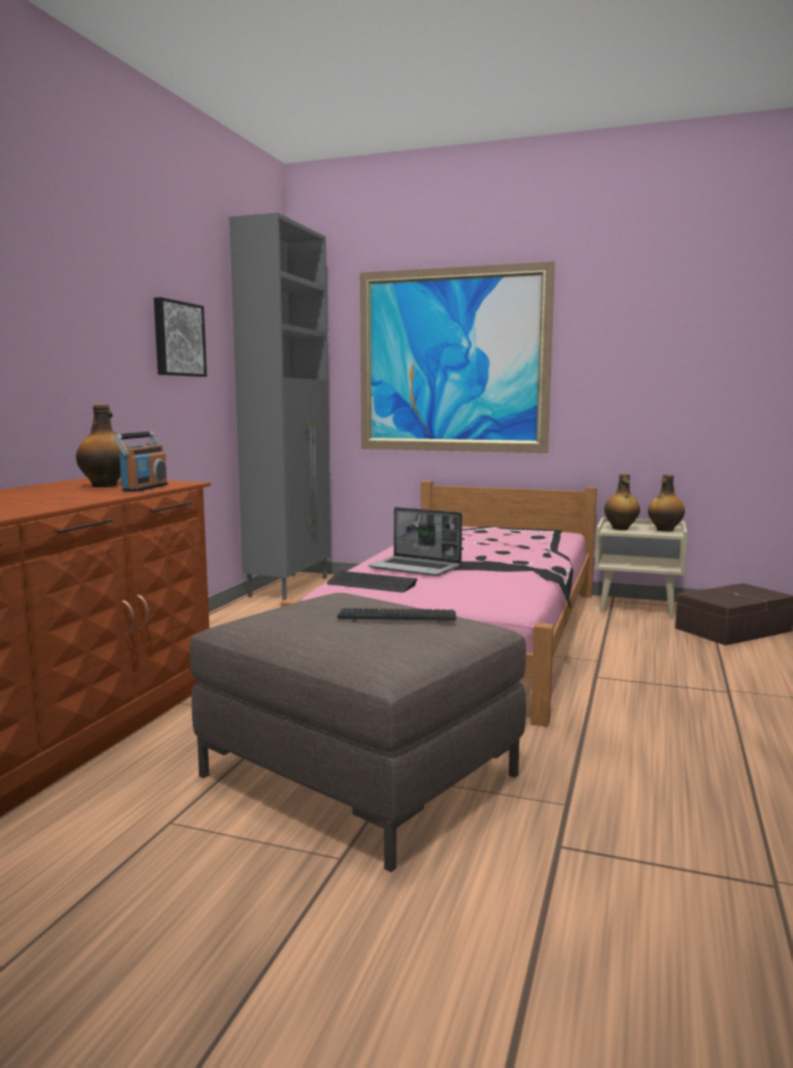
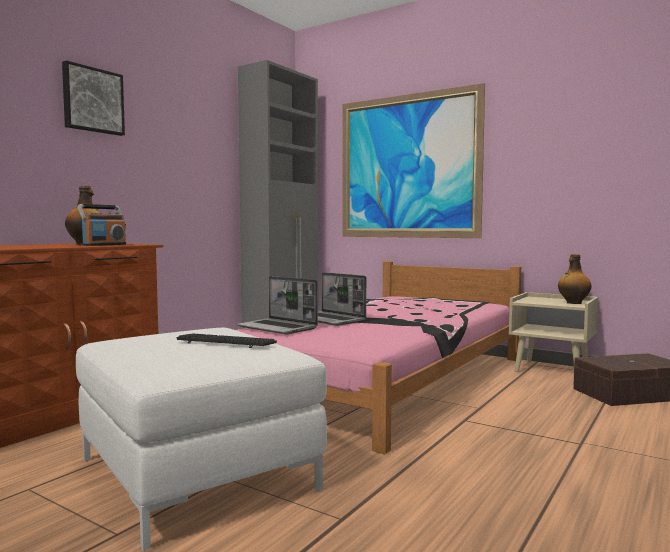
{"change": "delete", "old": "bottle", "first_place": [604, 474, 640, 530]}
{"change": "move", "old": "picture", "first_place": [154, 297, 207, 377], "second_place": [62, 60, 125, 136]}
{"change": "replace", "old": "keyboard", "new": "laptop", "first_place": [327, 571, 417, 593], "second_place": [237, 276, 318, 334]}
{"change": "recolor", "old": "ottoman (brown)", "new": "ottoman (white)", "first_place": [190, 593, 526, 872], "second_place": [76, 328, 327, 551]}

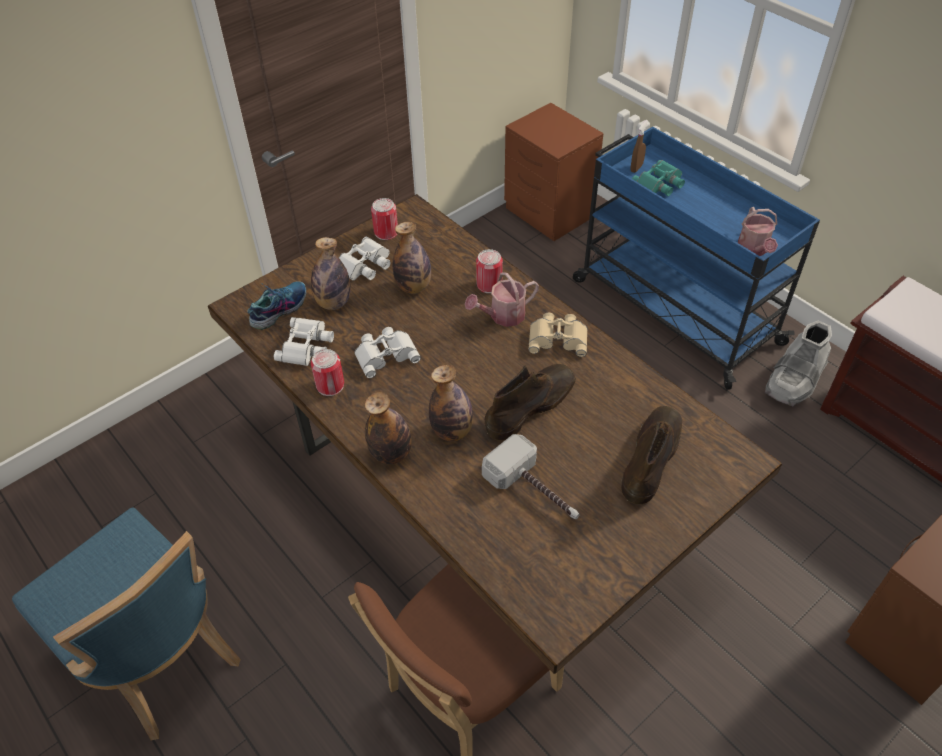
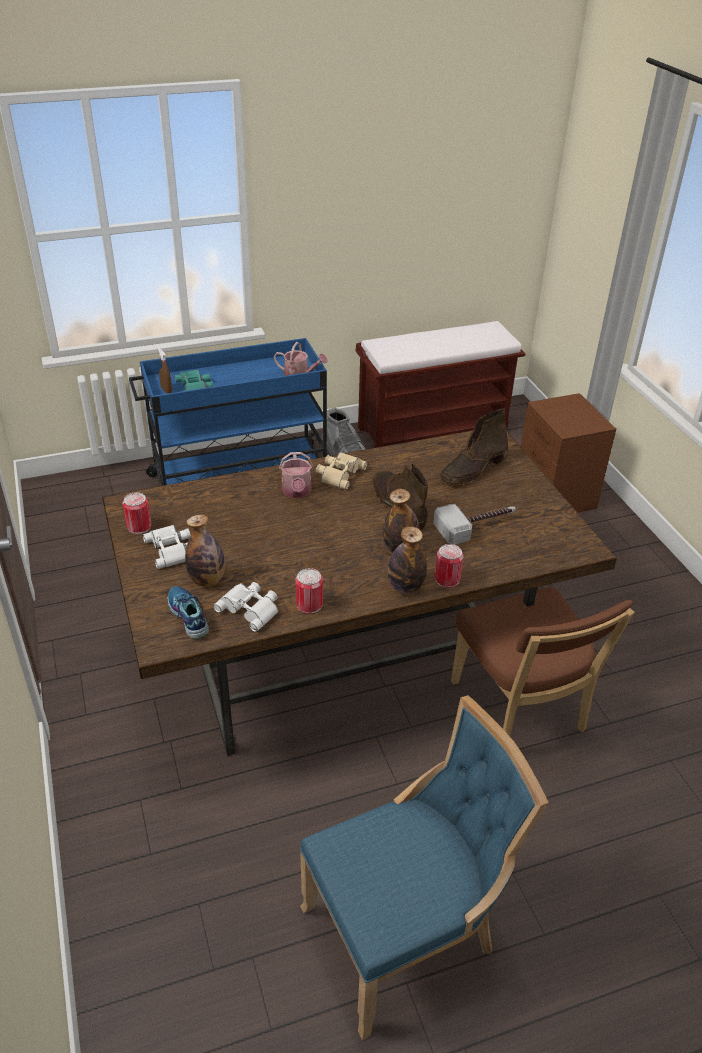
{"change": "delete", "old": "binoculars (white)", "first_place": [354, 327, 421, 378]}
{"change": "delete", "old": "bottle", "first_place": [393, 222, 431, 294]}
{"change": "delete", "old": "nightstand (brown)", "first_place": [504, 103, 604, 241]}
{"change": "move", "old": "can", "first_place": [476, 249, 503, 293], "second_place": [435, 544, 464, 588]}
{"change": "rotate", "old": "boot (brown)", "first_place": [621, 406, 682, 504], "second_place": [440, 408, 508, 485], "degrees": -90}

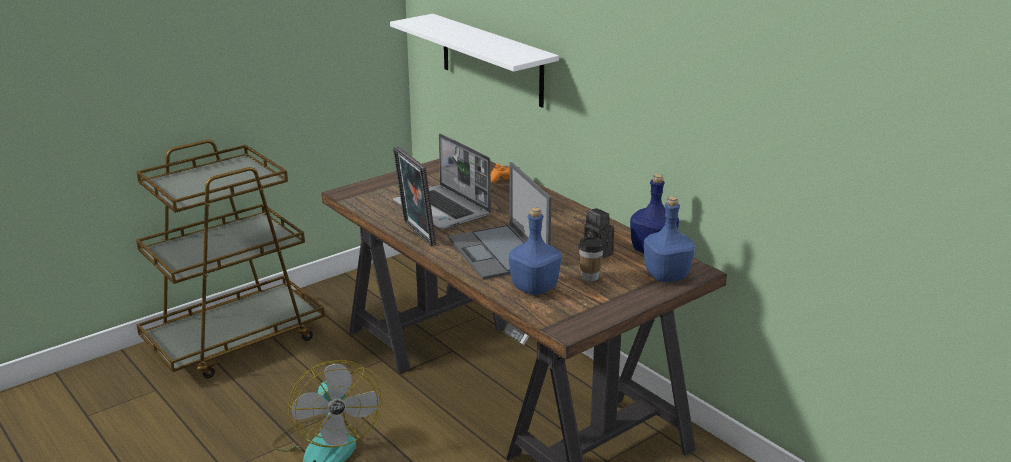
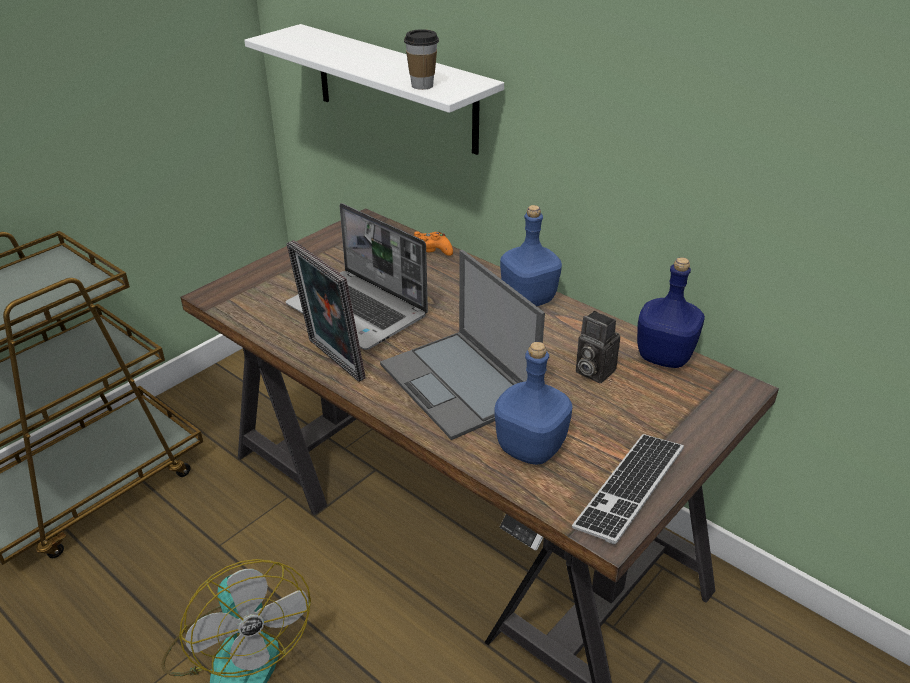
{"change": "insert", "new": "keyboard", "second_place": [572, 434, 684, 545]}
{"change": "move", "old": "cup", "first_place": [578, 237, 605, 282], "second_place": [404, 29, 439, 90]}
{"change": "move", "old": "bottle (blue)", "first_place": [644, 196, 695, 282], "second_place": [500, 205, 562, 306]}

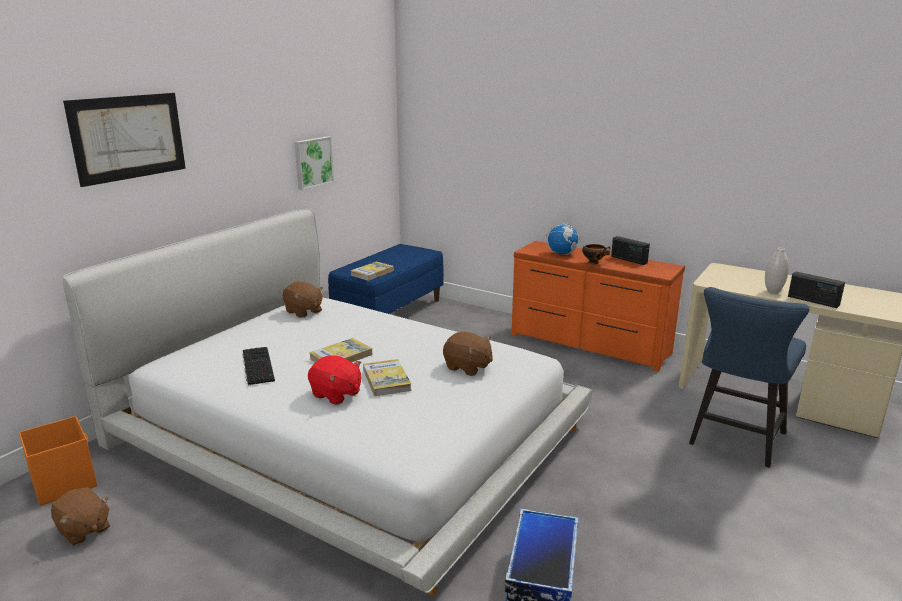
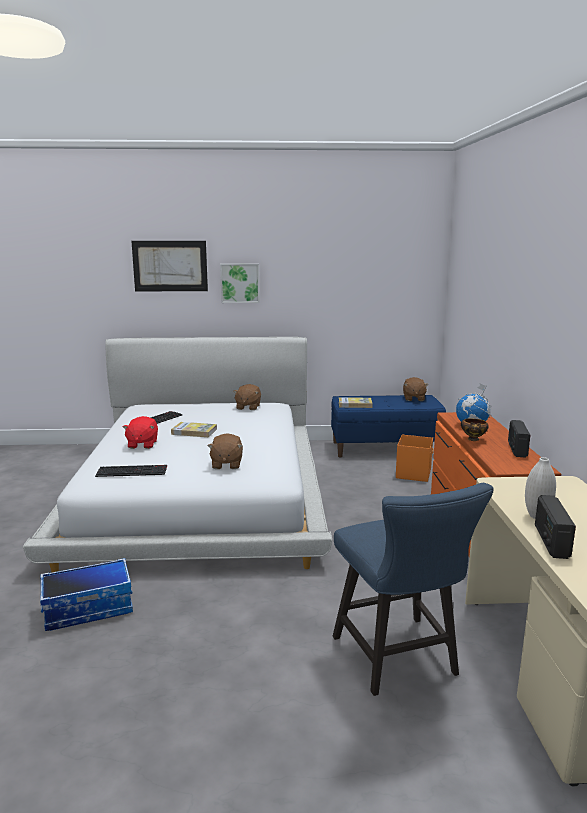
{"change": "delete", "old": "book", "first_place": [363, 359, 412, 396]}
{"change": "insert", "new": "keyboard", "second_place": [95, 465, 167, 477]}
{"change": "move", "old": "storage box (orange)", "first_place": [19, 416, 97, 506], "second_place": [396, 435, 434, 482]}
{"change": "move", "old": "plush toy (brown)", "first_place": [51, 487, 110, 546], "second_place": [403, 377, 428, 401]}
{"change": "move", "old": "picture", "first_place": [294, 136, 334, 190], "second_place": [220, 264, 260, 303]}
{"change": "rotate", "old": "chair (blue)", "first_place": [689, 287, 809, 468], "second_place": [333, 483, 494, 696], "degrees": -105}

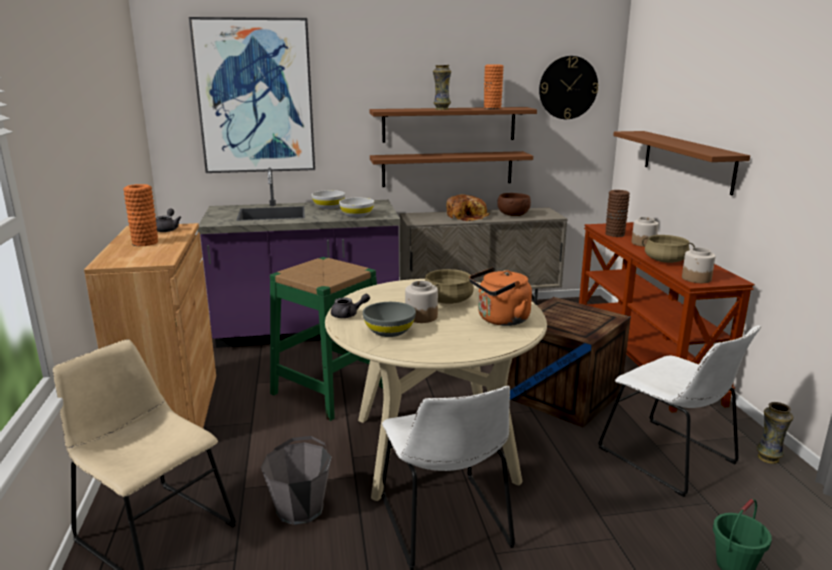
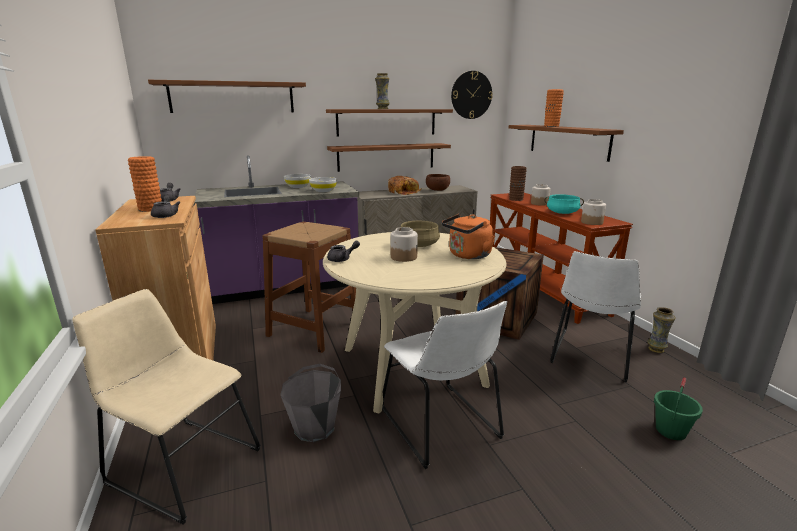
{"change": "delete", "old": "bowl (grey)", "first_place": [363, 302, 416, 337]}
{"change": "insert", "new": "teapot (grey)", "second_place": [151, 195, 181, 218]}
{"change": "move", "old": "vase (orange)", "first_place": [484, 65, 503, 109], "second_place": [544, 89, 564, 127]}
{"change": "replace", "old": "picture", "new": "shelf (brown)", "first_place": [189, 17, 315, 173], "second_place": [148, 80, 306, 113]}
{"change": "recolor", "old": "stool (green)", "new": "stool (brown)", "first_place": [270, 257, 383, 421], "second_place": [262, 222, 356, 353]}
{"change": "recolor", "old": "cooking pot (beige)", "new": "cooking pot (turquoise)", "first_place": [642, 235, 695, 263], "second_place": [544, 194, 584, 214]}
{"change": "rotate", "old": "chair (white)", "first_place": [598, 325, 761, 497], "second_place": [550, 251, 641, 382], "degrees": 75}

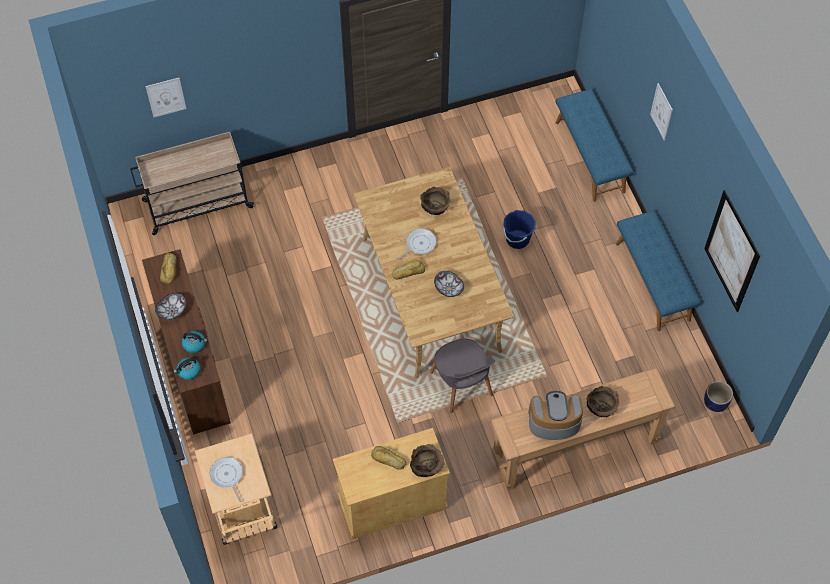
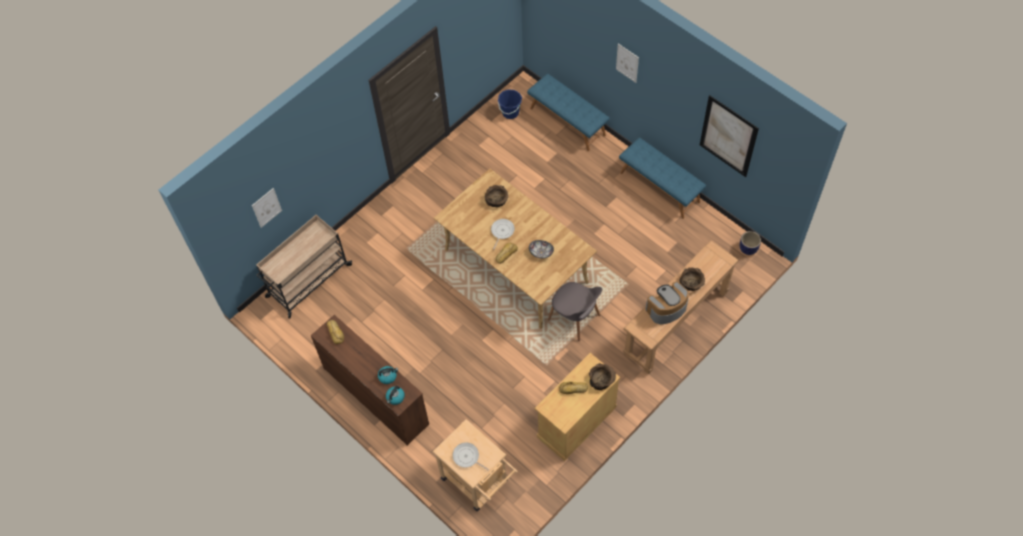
{"change": "delete", "old": "bowl", "first_place": [155, 293, 186, 320]}
{"change": "move", "old": "bucket (blue)", "first_place": [503, 210, 536, 249], "second_place": [498, 89, 522, 119]}

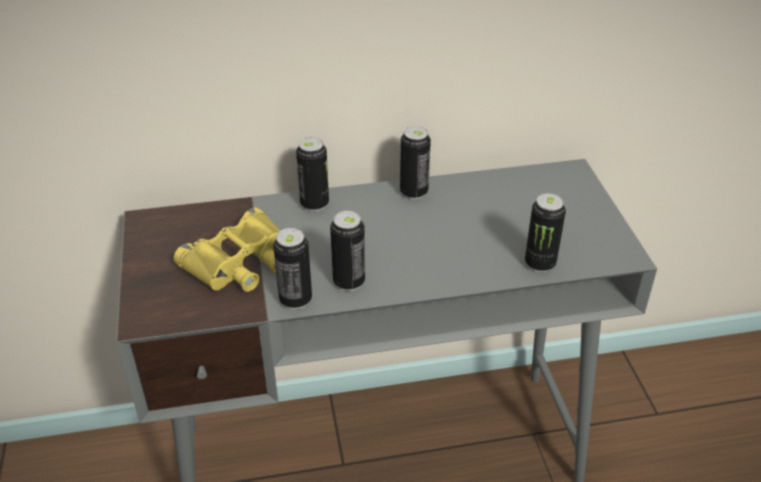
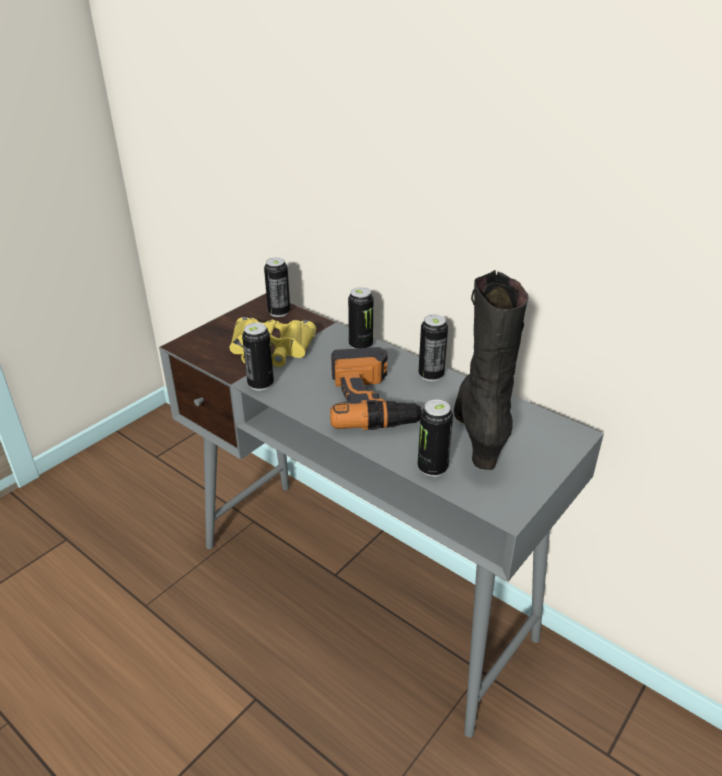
{"change": "insert", "new": "power drill", "second_place": [330, 347, 422, 430]}
{"change": "insert", "new": "boot (black)", "second_place": [454, 270, 528, 470]}
{"change": "move", "old": "can", "first_place": [330, 211, 365, 291], "second_place": [264, 257, 290, 317]}

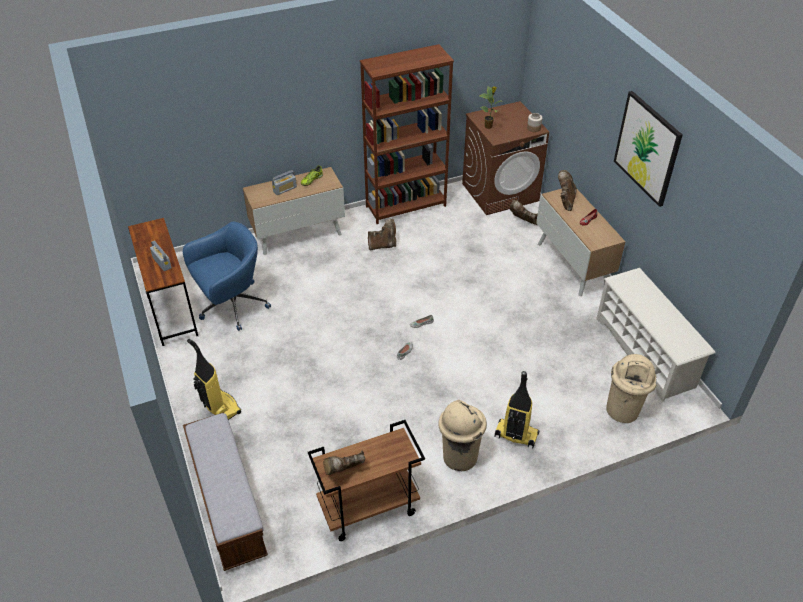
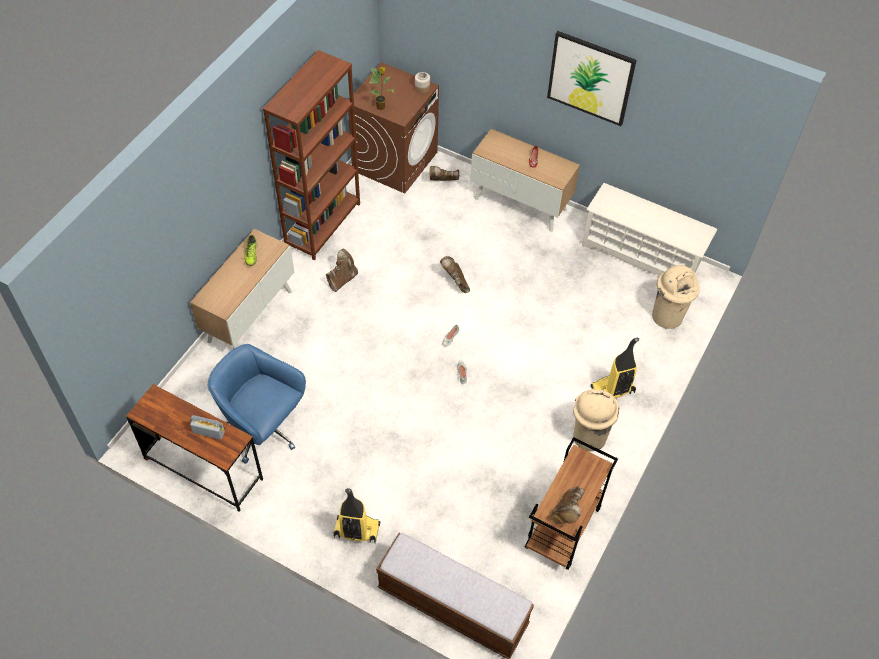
{"change": "delete", "old": "radio", "first_place": [272, 170, 297, 195]}
{"change": "move", "old": "boot (brown)", "first_place": [558, 170, 577, 211], "second_place": [440, 256, 470, 293]}
{"change": "rotate", "old": "office chair (blue)", "first_place": [183, 222, 271, 331], "second_place": [208, 344, 306, 464], "degrees": -75}

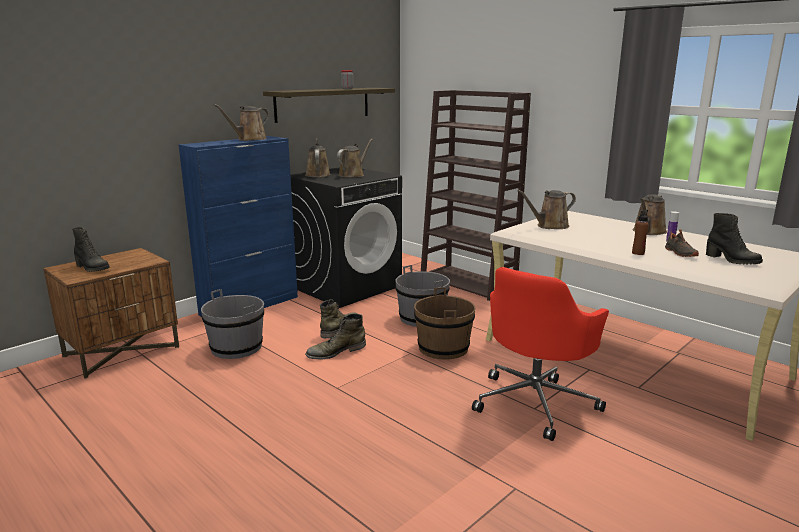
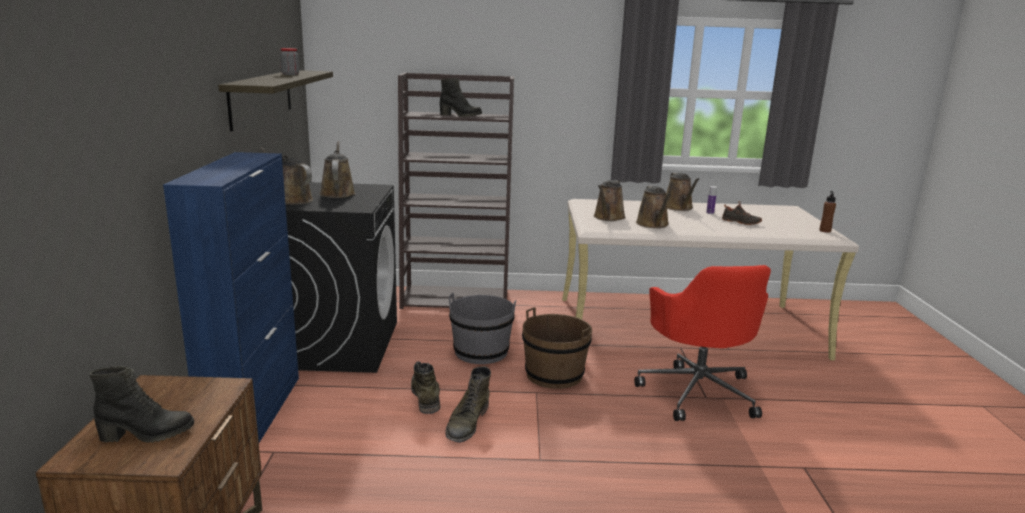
{"change": "delete", "old": "bucket (grey)", "first_place": [201, 289, 264, 359]}
{"change": "move", "old": "watering can (brown)", "first_place": [213, 104, 269, 141], "second_place": [636, 186, 671, 228]}
{"change": "move", "old": "bottle (brown)", "first_place": [632, 210, 649, 255], "second_place": [819, 191, 836, 233]}
{"change": "move", "old": "boot (black)", "first_place": [706, 213, 763, 265], "second_place": [440, 78, 482, 117]}

